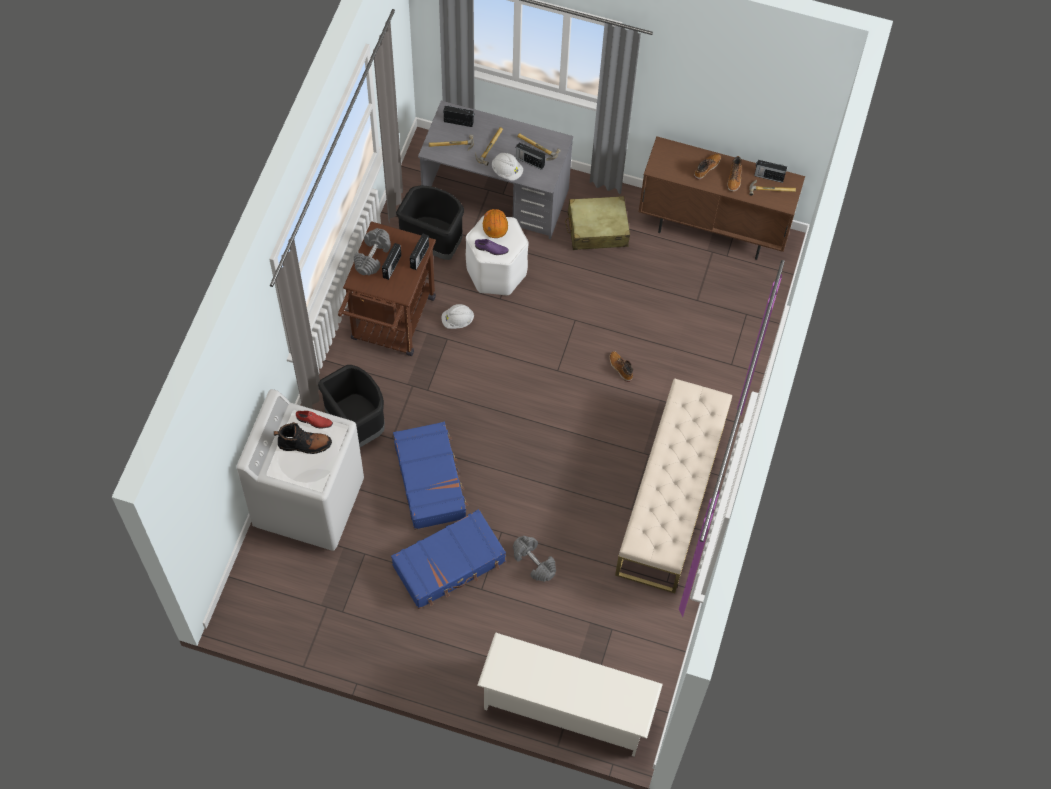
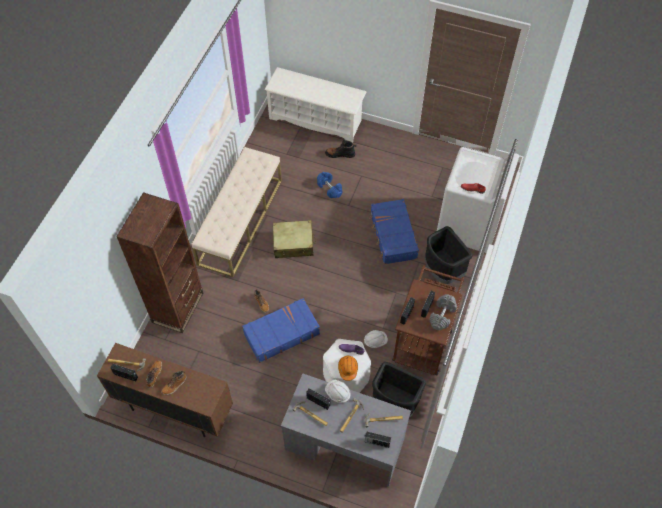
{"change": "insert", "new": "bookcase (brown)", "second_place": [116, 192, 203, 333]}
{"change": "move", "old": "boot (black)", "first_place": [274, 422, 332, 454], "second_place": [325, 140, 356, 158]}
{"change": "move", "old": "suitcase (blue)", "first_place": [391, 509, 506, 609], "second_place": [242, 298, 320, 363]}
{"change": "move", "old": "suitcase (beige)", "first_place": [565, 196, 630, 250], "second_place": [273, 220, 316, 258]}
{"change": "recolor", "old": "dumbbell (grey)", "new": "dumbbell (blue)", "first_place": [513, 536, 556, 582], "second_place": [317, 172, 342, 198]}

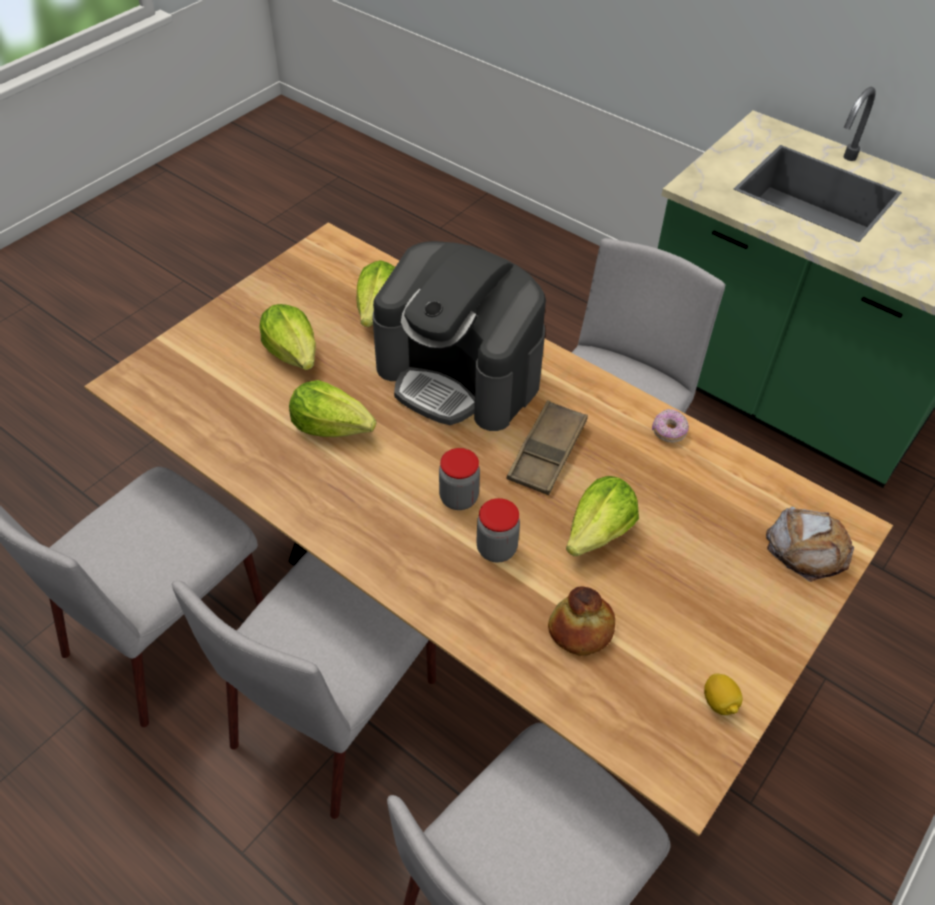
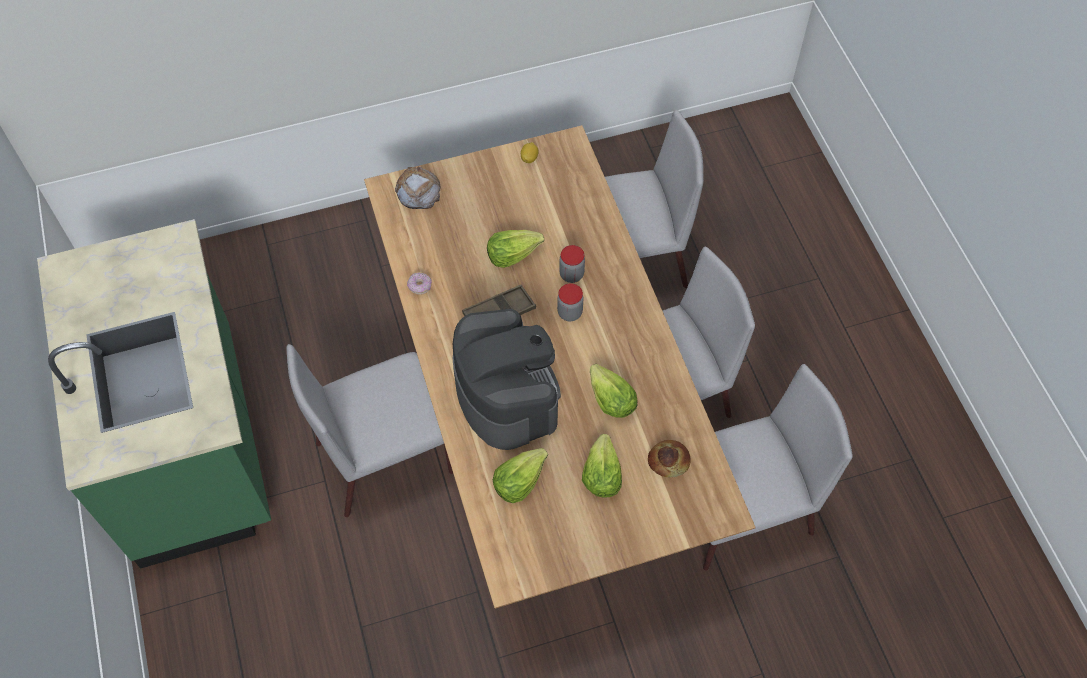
{"change": "move", "old": "bread", "first_place": [548, 587, 615, 656], "second_place": [648, 440, 691, 477]}

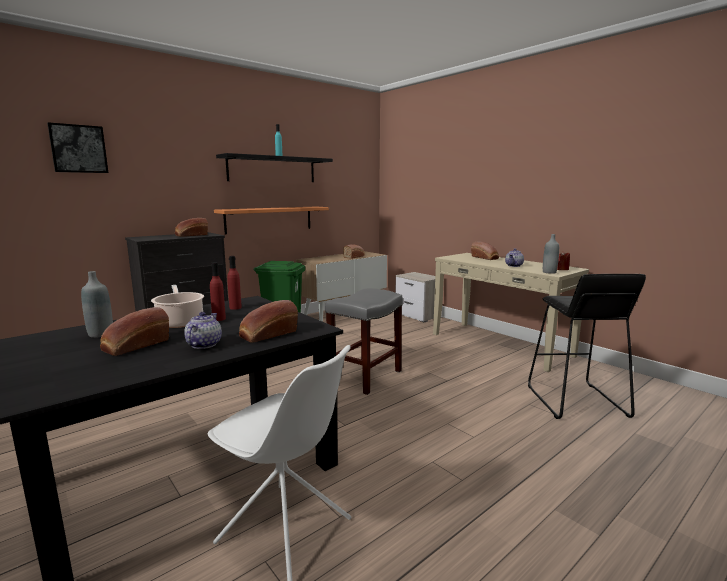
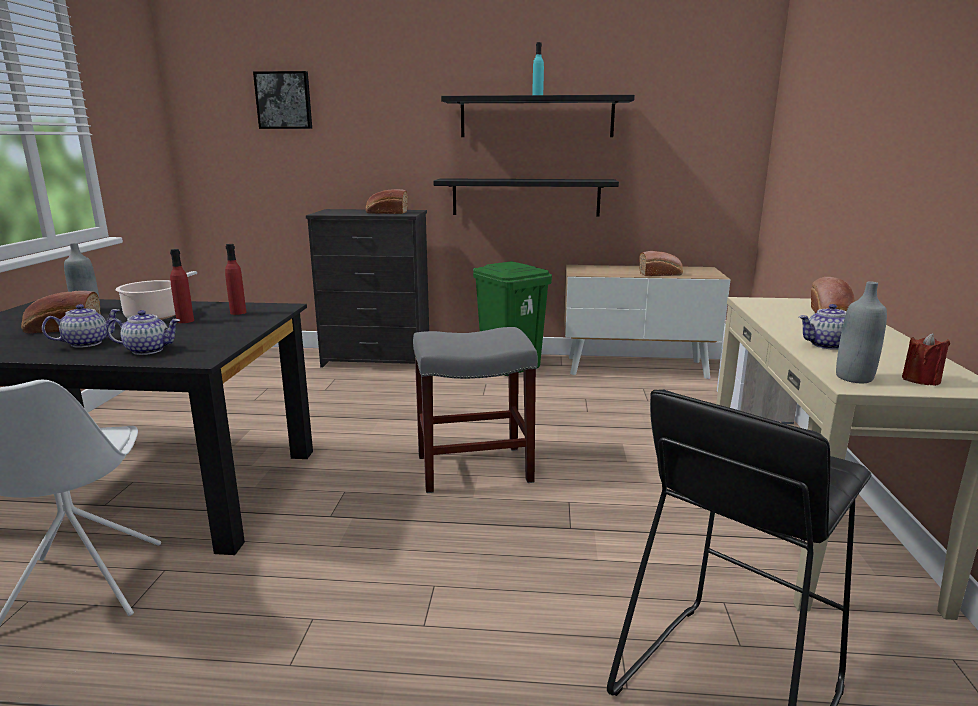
{"change": "replace", "old": "bread", "new": "teapot", "first_place": [239, 300, 298, 343], "second_place": [107, 310, 180, 355]}
{"change": "recolor", "old": "shelf (orange)", "new": "shelf (black)", "first_place": [214, 206, 329, 234], "second_place": [433, 178, 619, 216]}

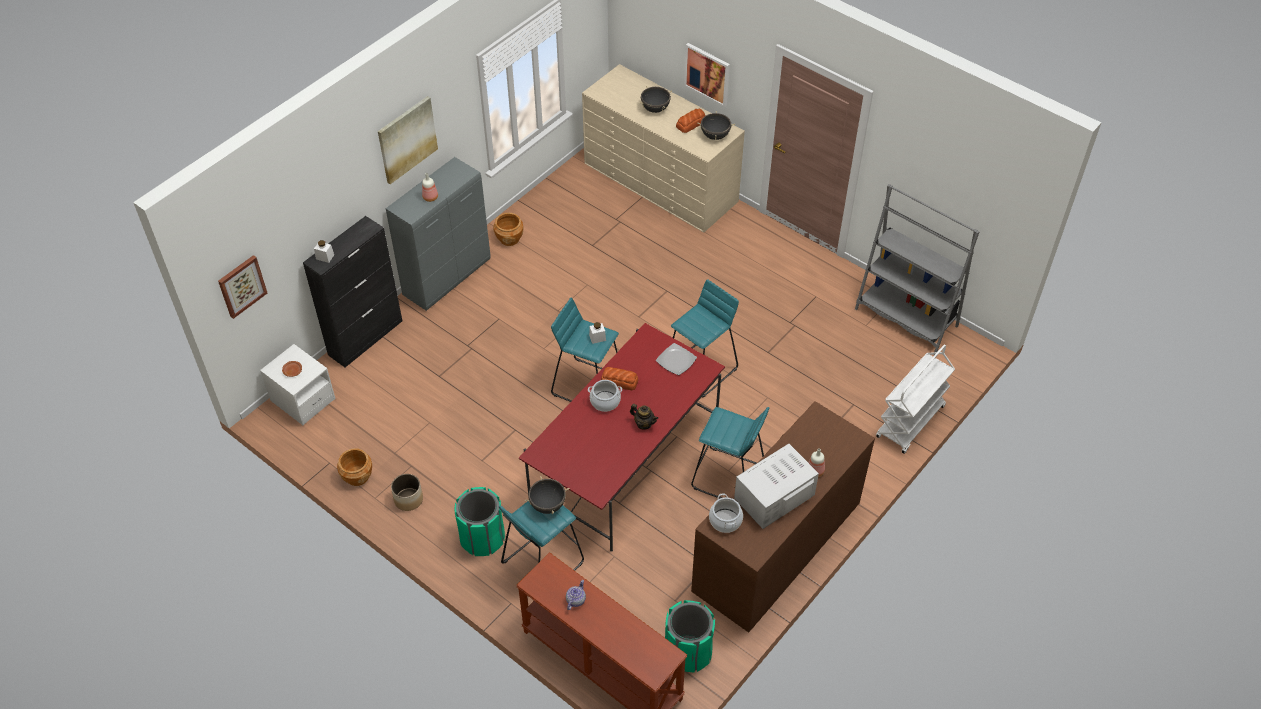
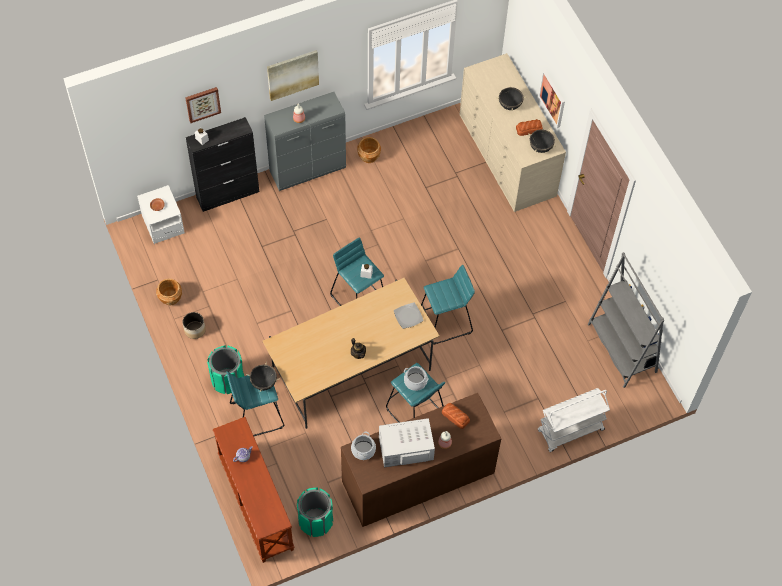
{"change": "move", "old": "picture", "first_place": [218, 255, 267, 319], "second_place": [185, 87, 221, 123]}
{"change": "move", "old": "cooking pot", "first_place": [588, 380, 622, 412], "second_place": [404, 366, 428, 391]}
{"change": "move", "old": "bread", "first_place": [601, 367, 638, 390], "second_place": [442, 403, 470, 429]}
{"change": "recolor", "old": "dining table (red)", "new": "dining table (beige)", "first_place": [519, 323, 725, 552], "second_place": [262, 278, 440, 429]}

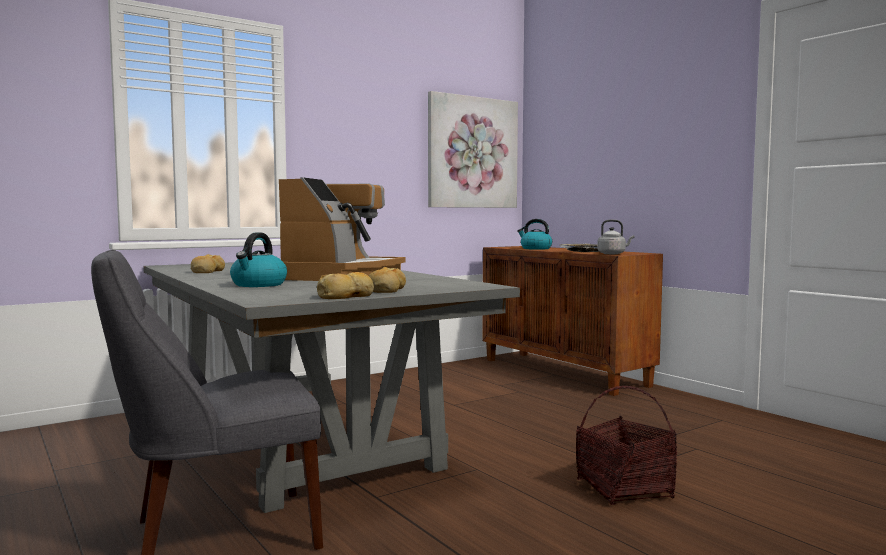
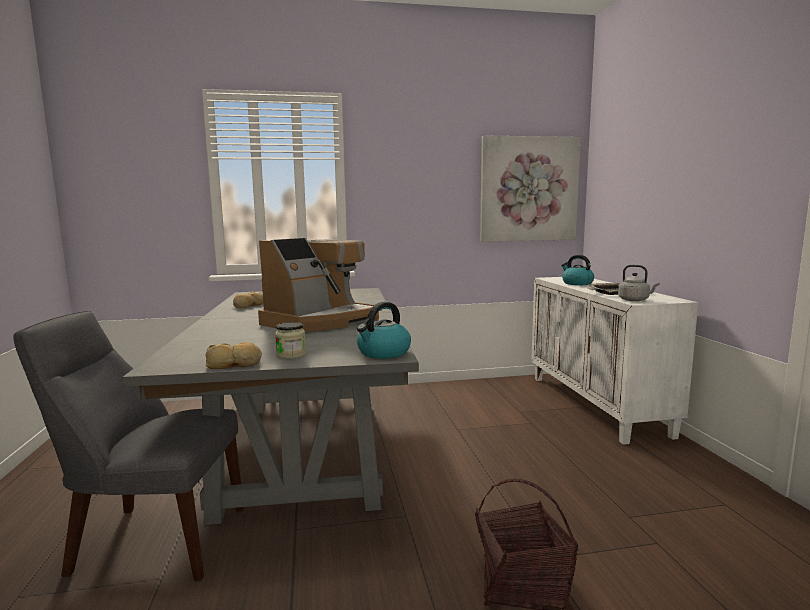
{"change": "move", "old": "kettle", "first_place": [230, 232, 287, 287], "second_place": [357, 302, 411, 359]}
{"change": "replace", "old": "bread", "new": "jar", "first_place": [369, 267, 406, 293], "second_place": [275, 322, 306, 359]}
{"change": "recolor", "old": "cabinet (brown)", "new": "cabinet (white)", "first_place": [482, 246, 663, 396], "second_place": [531, 277, 698, 445]}

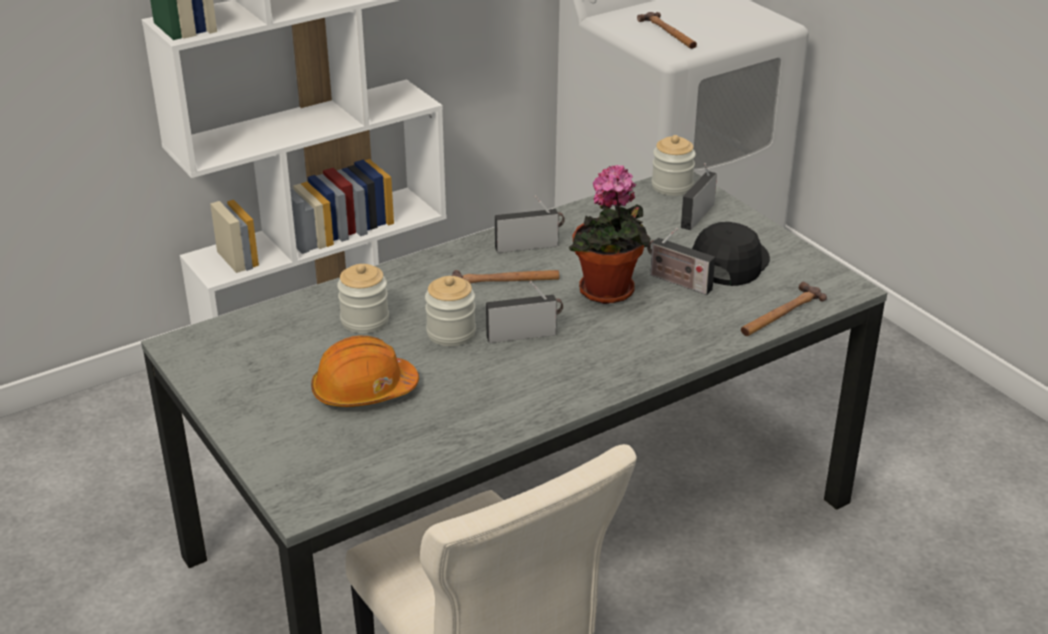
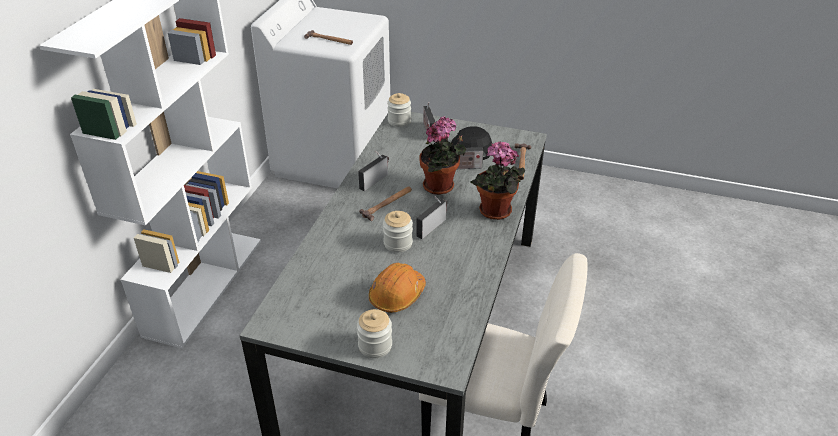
{"change": "insert", "new": "potted plant", "second_place": [470, 141, 525, 220]}
{"change": "move", "old": "jar", "first_place": [337, 264, 389, 333], "second_place": [357, 309, 392, 358]}

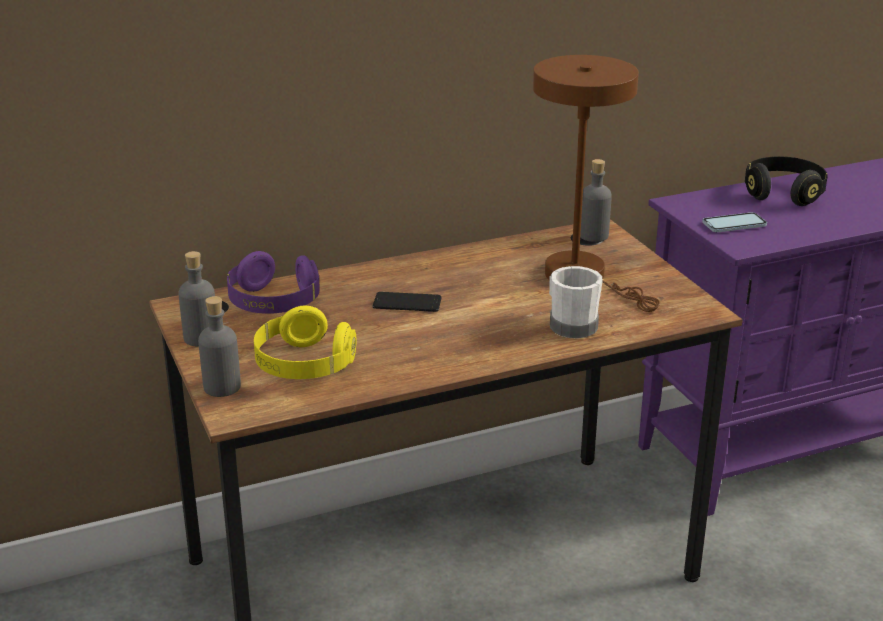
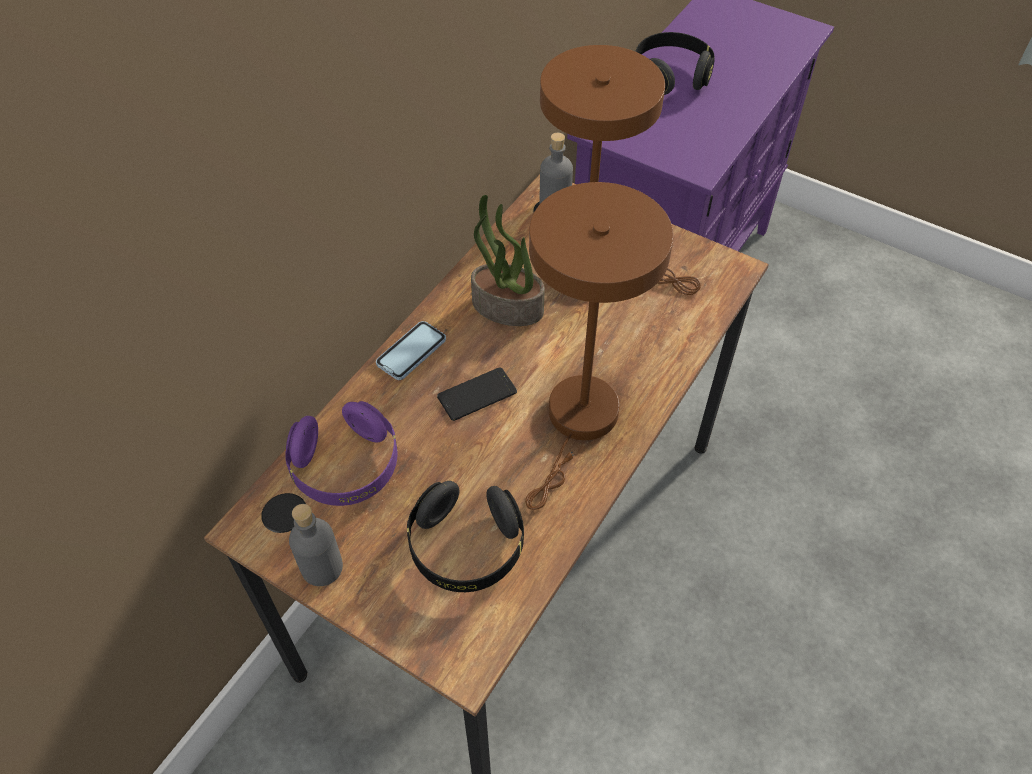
{"change": "delete", "old": "bottle (grey)", "first_place": [198, 296, 241, 397]}
{"change": "delete", "old": "mug (white)", "first_place": [549, 266, 603, 338]}
{"change": "insert", "new": "potted plant", "second_place": [471, 195, 545, 326]}
{"change": "insert", "new": "table lamp (brown)", "second_place": [525, 182, 673, 510]}
{"change": "move", "old": "phone", "first_place": [702, 212, 767, 232], "second_place": [376, 321, 446, 380]}
{"change": "recolor", "old": "headphones (yellow)", "new": "headphones (black)", "first_place": [254, 306, 356, 379], "second_place": [407, 481, 524, 592]}

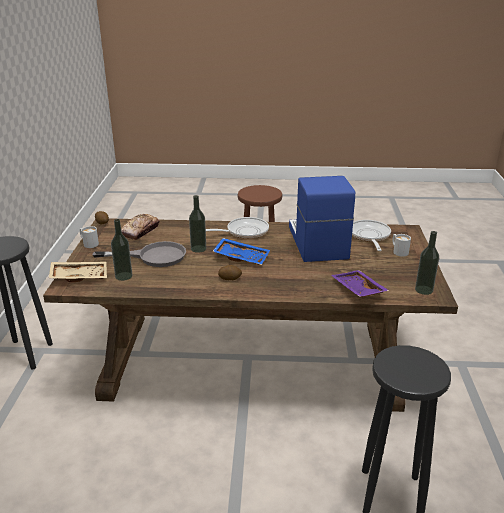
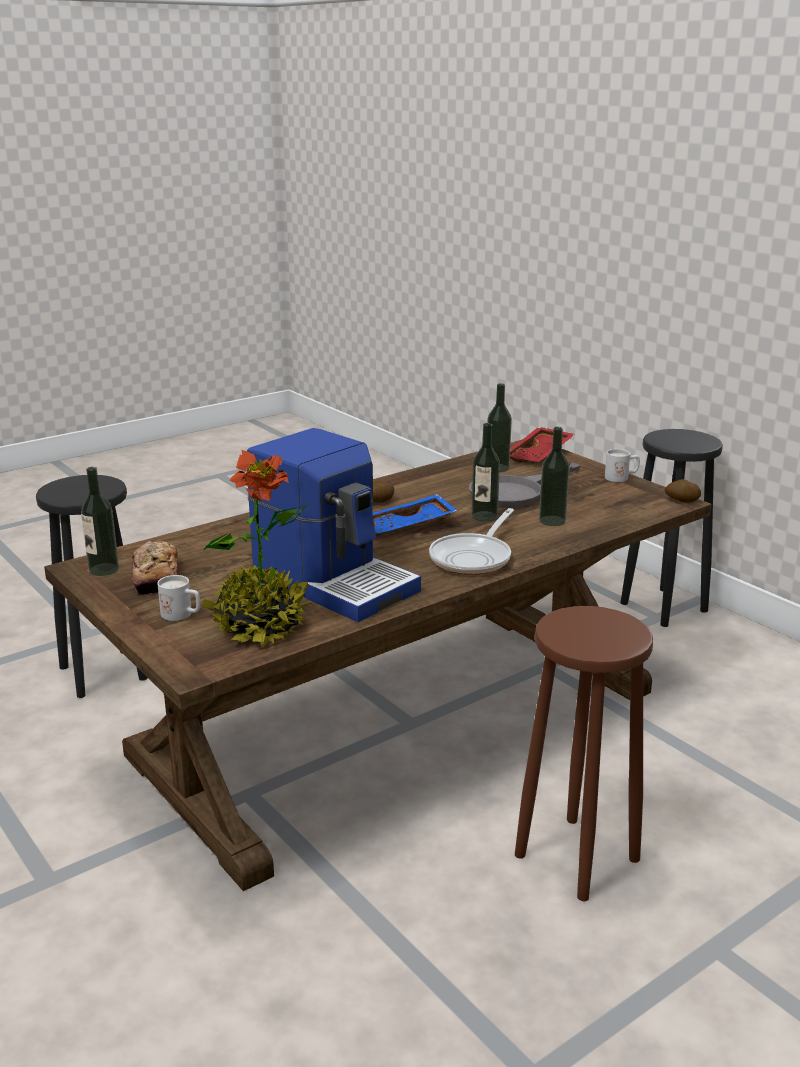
{"change": "delete", "old": "tray (purple)", "first_place": [331, 270, 389, 297]}
{"change": "insert", "new": "bottle", "second_place": [539, 427, 570, 526]}
{"change": "move", "old": "bread", "first_place": [121, 214, 160, 240], "second_place": [132, 541, 178, 595]}
{"change": "replace", "old": "frying pan", "new": "potted plant", "first_place": [352, 220, 391, 251], "second_place": [202, 449, 312, 648]}
{"change": "recolor", "old": "tray (beige)", "new": "tray (red)", "first_place": [49, 262, 107, 282], "second_place": [510, 427, 575, 462]}

